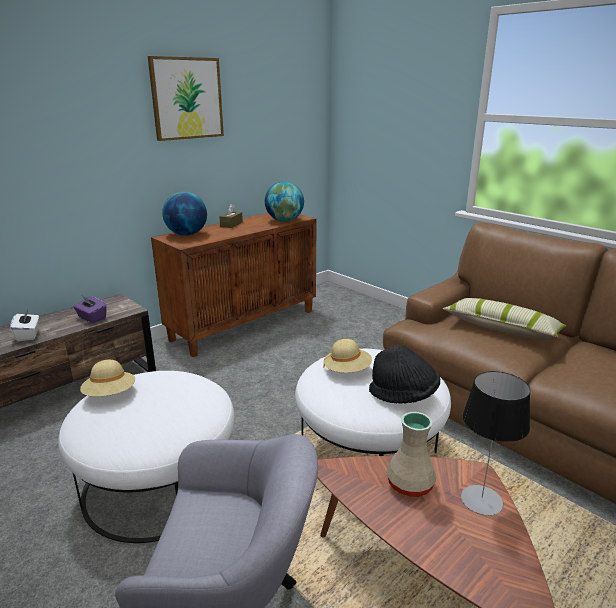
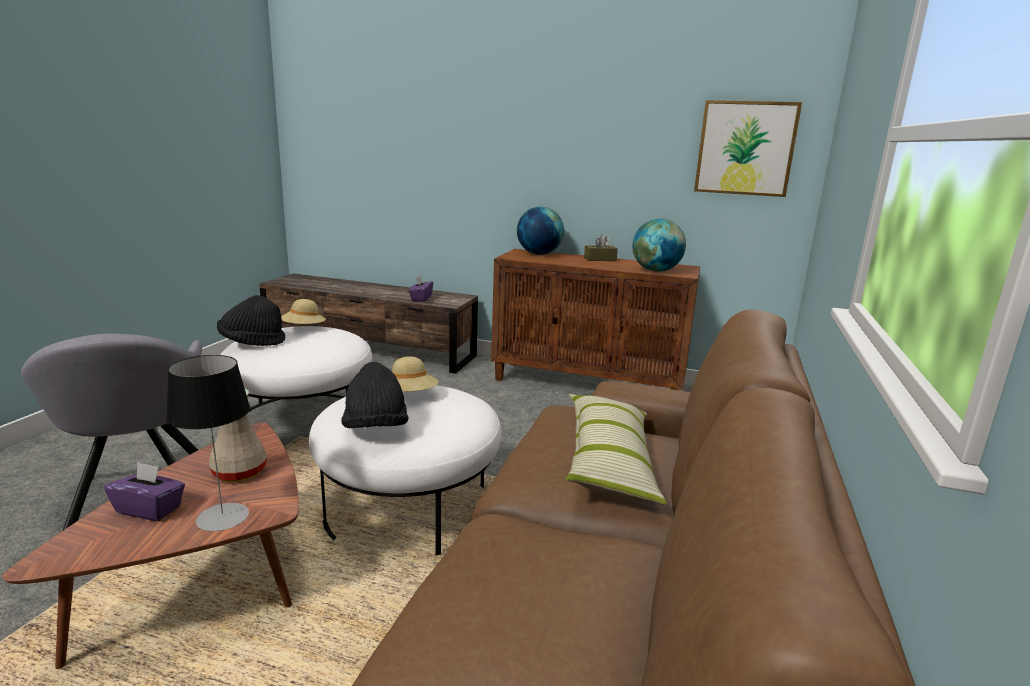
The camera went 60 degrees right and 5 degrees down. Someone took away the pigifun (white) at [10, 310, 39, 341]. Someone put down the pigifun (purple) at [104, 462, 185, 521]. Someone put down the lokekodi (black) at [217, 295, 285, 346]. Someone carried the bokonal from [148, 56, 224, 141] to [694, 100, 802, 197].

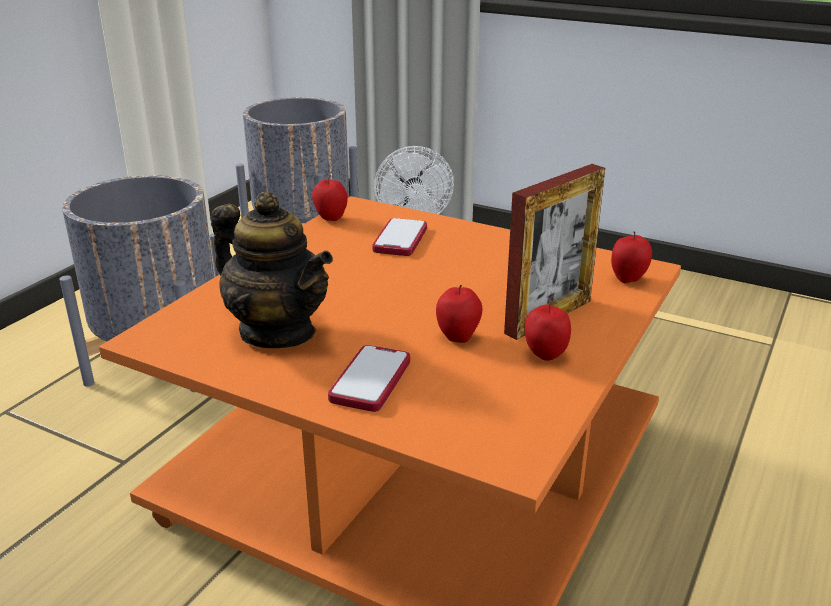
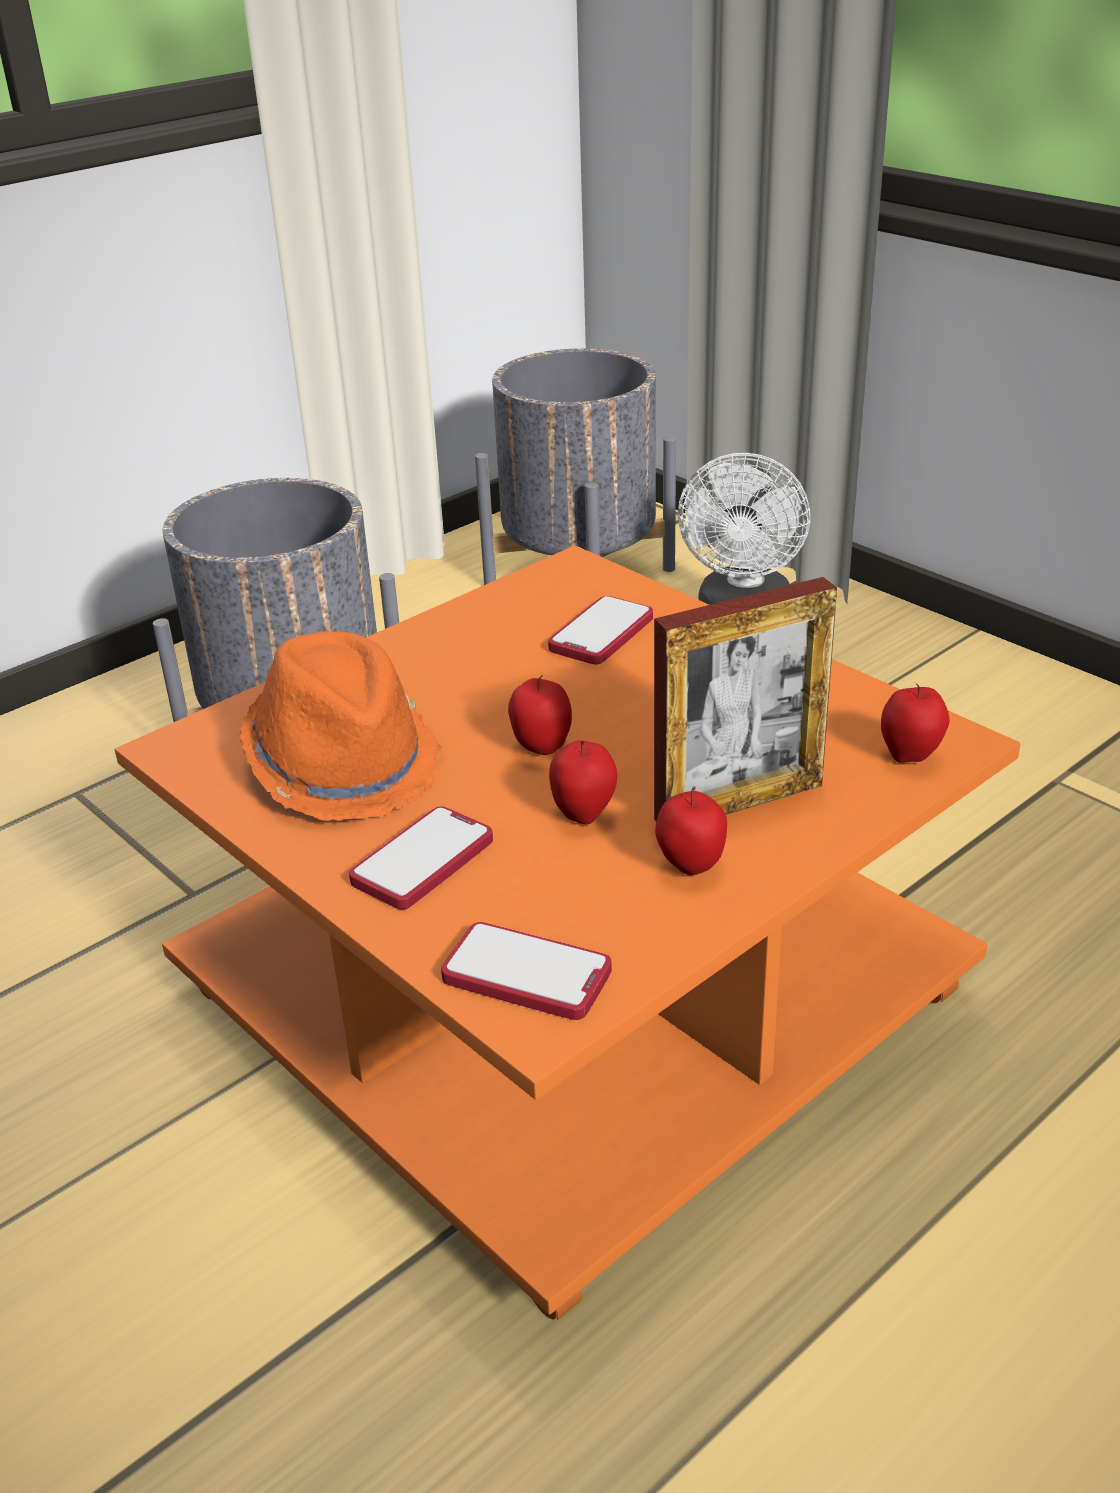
The camera went 20 degrees right and 5 degrees up. Someone put down the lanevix at [441, 922, 612, 1020]. Someone carried the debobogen from [312, 175, 348, 221] to [508, 675, 572, 755]. Someone swapped the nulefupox at [211, 191, 333, 348] for the lokekodi (orange) at [240, 631, 442, 821].

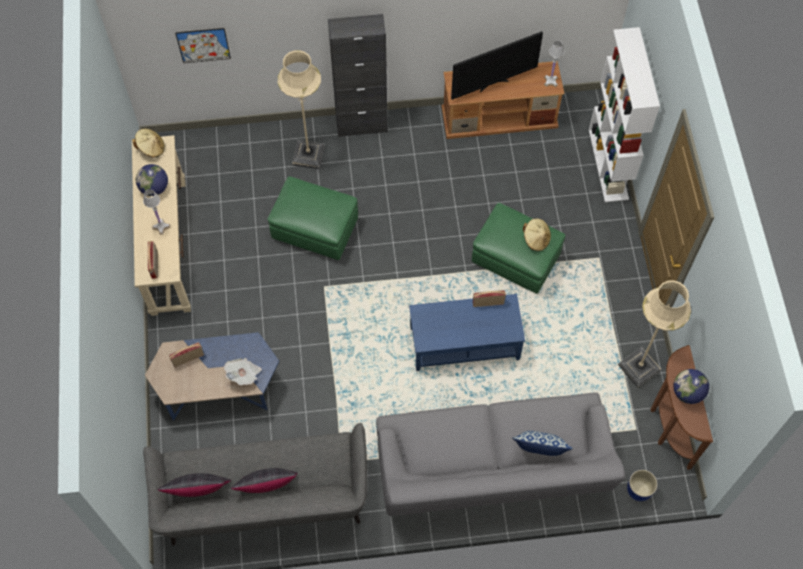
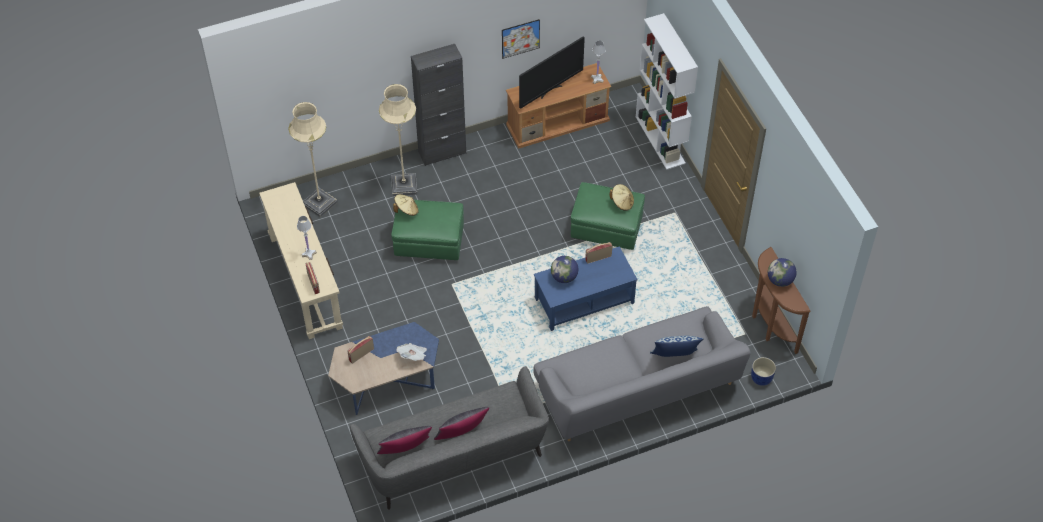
The camera went 15 degrees left and 10 degrees down. Someone carried the lokekodi (beige) from [132, 129, 165, 158] to [393, 194, 419, 216]. Someone carried the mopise from [136, 164, 168, 196] to [551, 256, 578, 283]. Someone carried the bokonal from [175, 28, 231, 63] to [502, 19, 540, 59]. Someone carried the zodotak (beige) from [618, 280, 691, 388] to [288, 102, 337, 217].

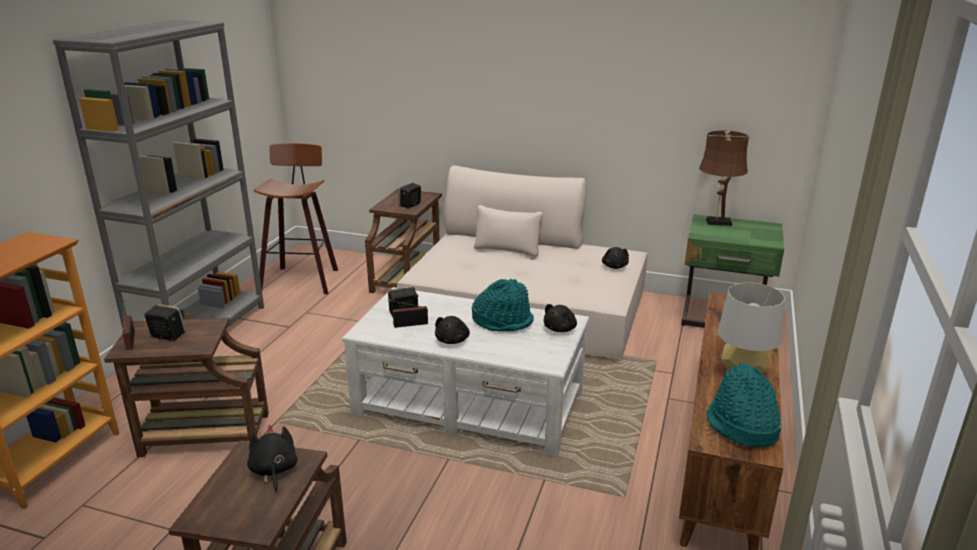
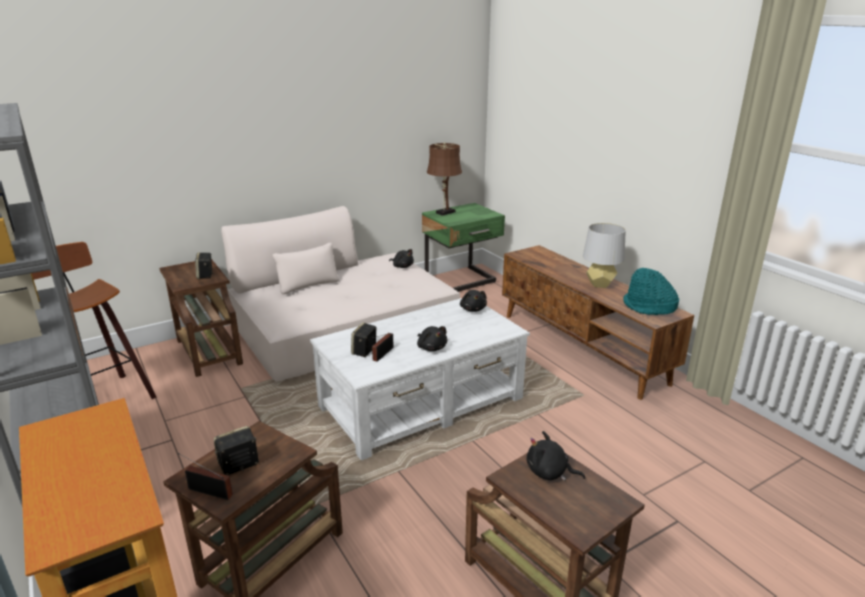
The camera went 50 degrees left and 0 degrees up. Someone took away the lokekodi (turquoise) at [472, 279, 534, 332].

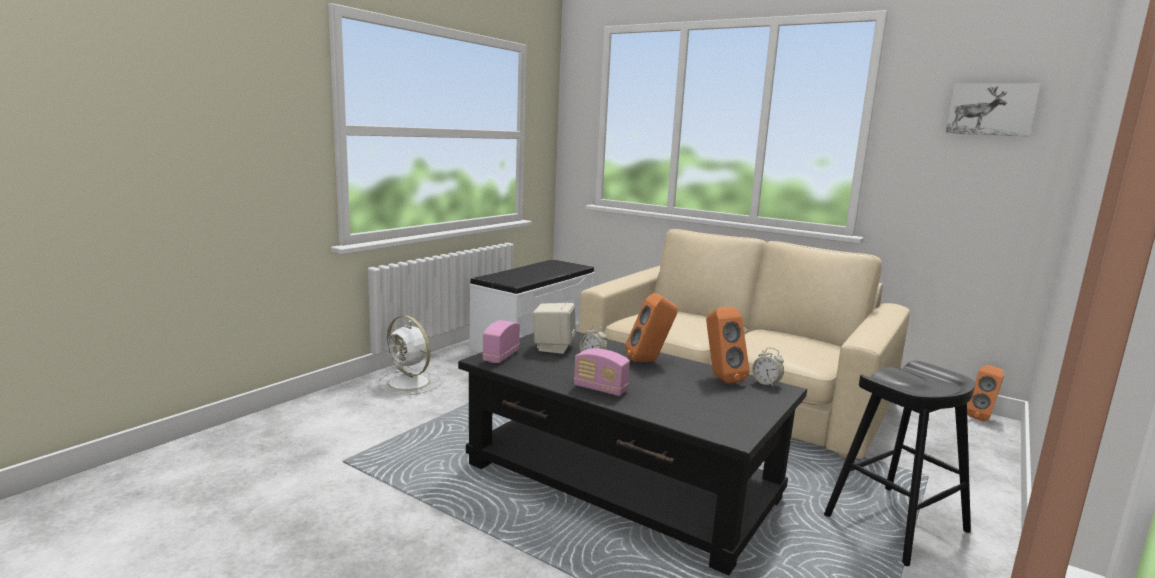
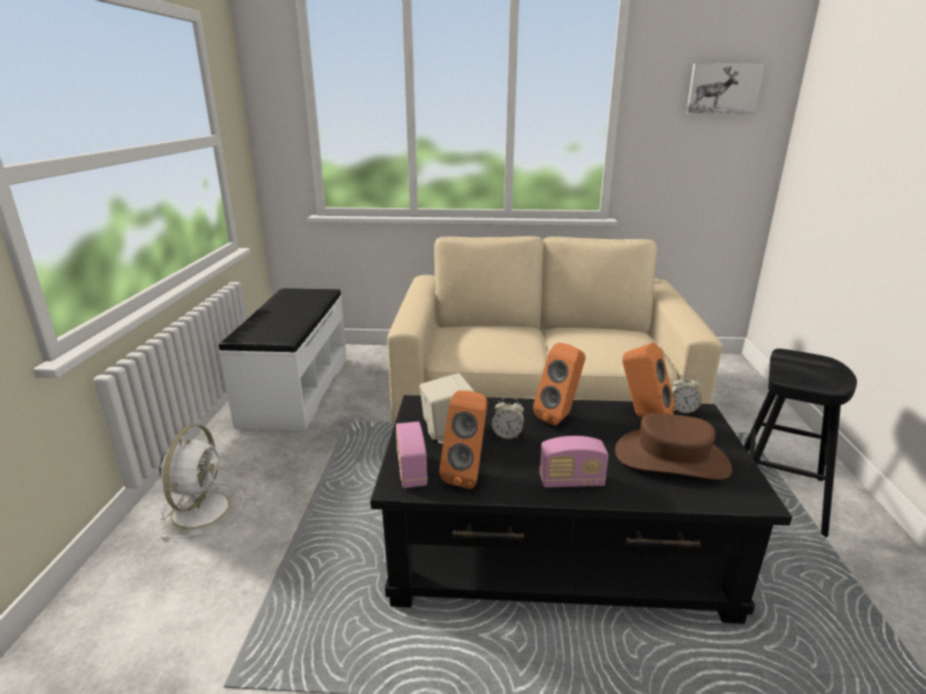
The camera went 30 degrees left and 10 degrees up. Someone put down the lokekodi (brown) at [615, 413, 732, 480]. Someone carried the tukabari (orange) from [967, 365, 1004, 421] to [439, 390, 488, 489]. Someone rotated the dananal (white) at [377, 315, 442, 395] by 90 degrees counterclockwise.

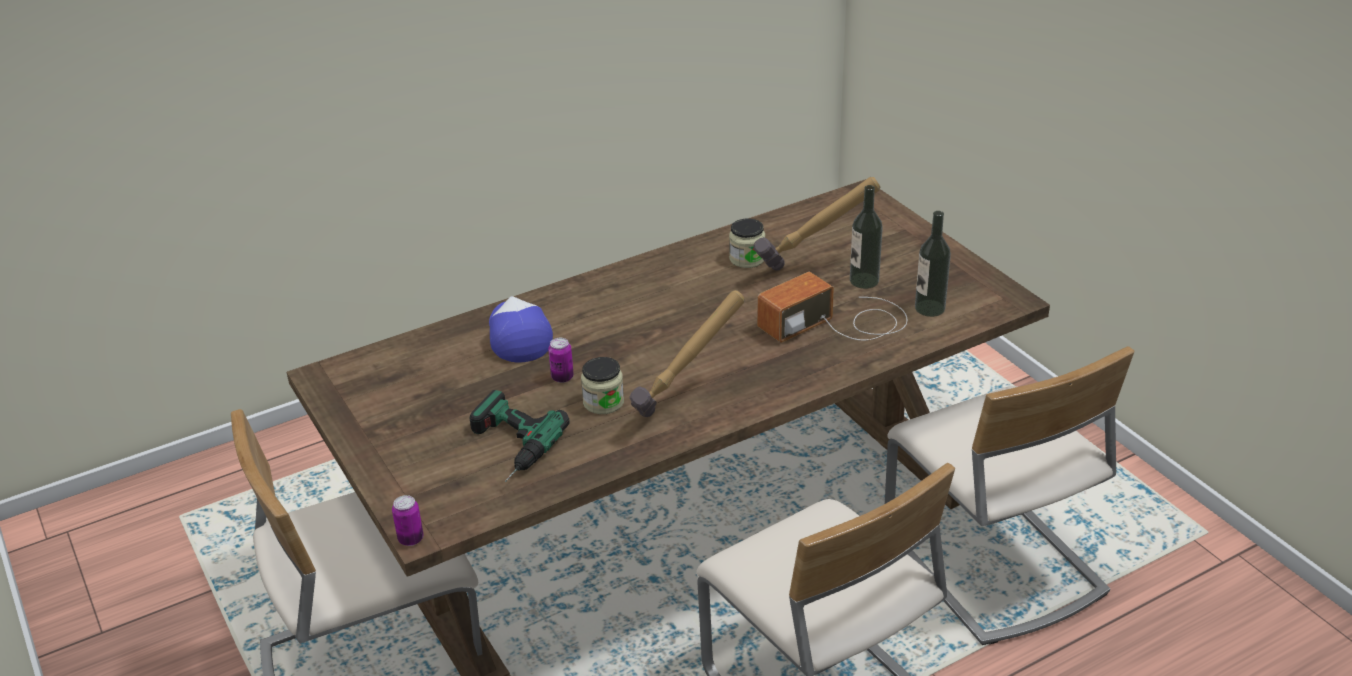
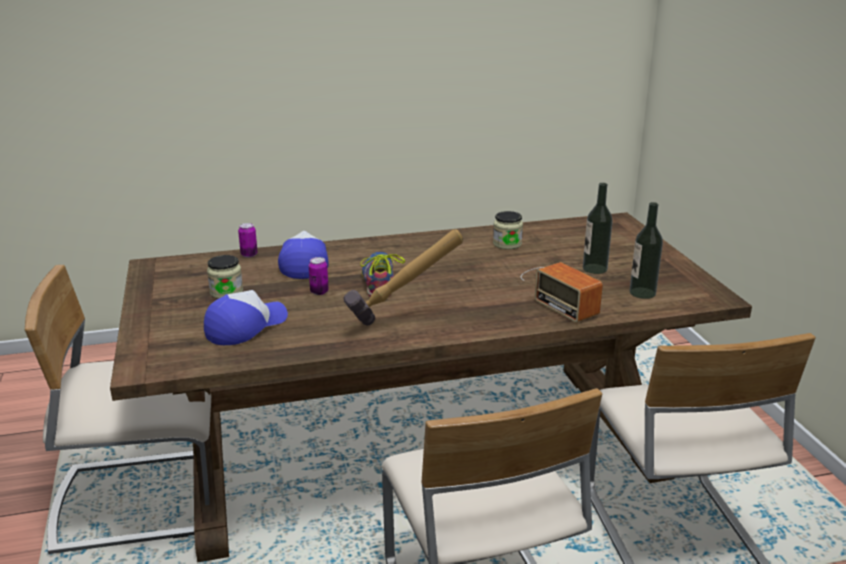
The camera went 15 degrees right and 10 degrees down. Someone took away the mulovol at [753, 177, 880, 271]. Someone put down the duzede at [360, 252, 405, 297]. Someone carried the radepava from [392, 495, 423, 546] to [238, 223, 258, 258]. Someone carried the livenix from [581, 357, 624, 414] to [207, 255, 243, 299]. Someone swapped the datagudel at [469, 390, 570, 482] for the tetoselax at [204, 290, 288, 345]. Someone rotated the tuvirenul at [757, 272, 907, 343] by 105 degrees counterclockwise.

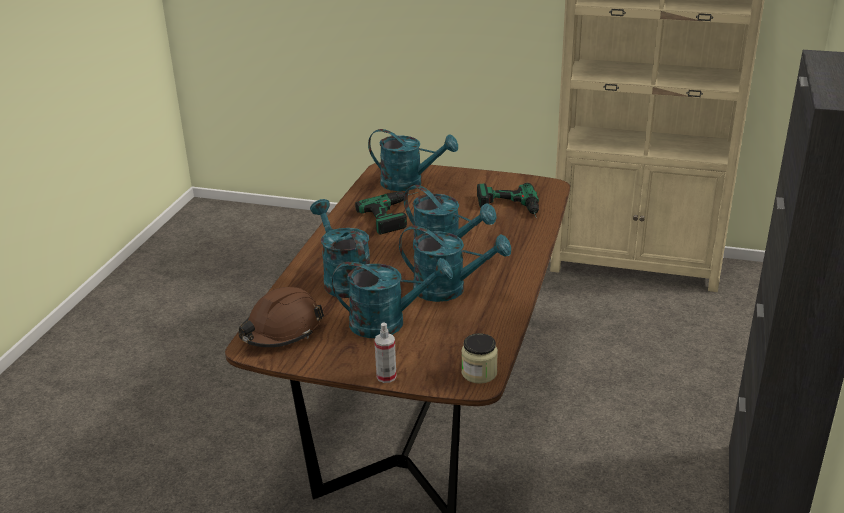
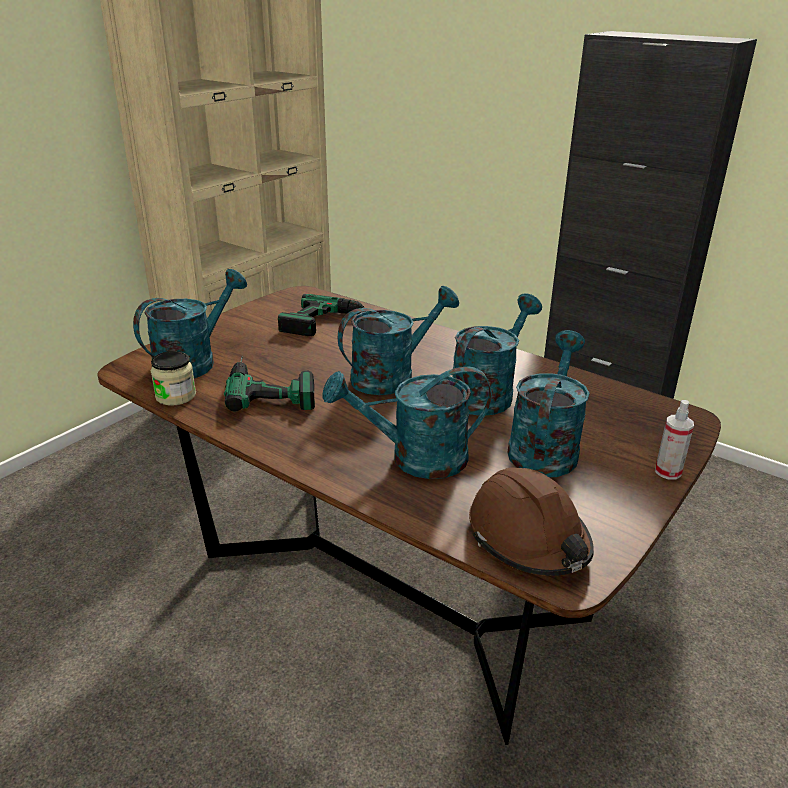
The camera went 70 degrees left and 0 degrees up. Someone carried the livenix from [461, 333, 498, 384] to [151, 351, 196, 406].

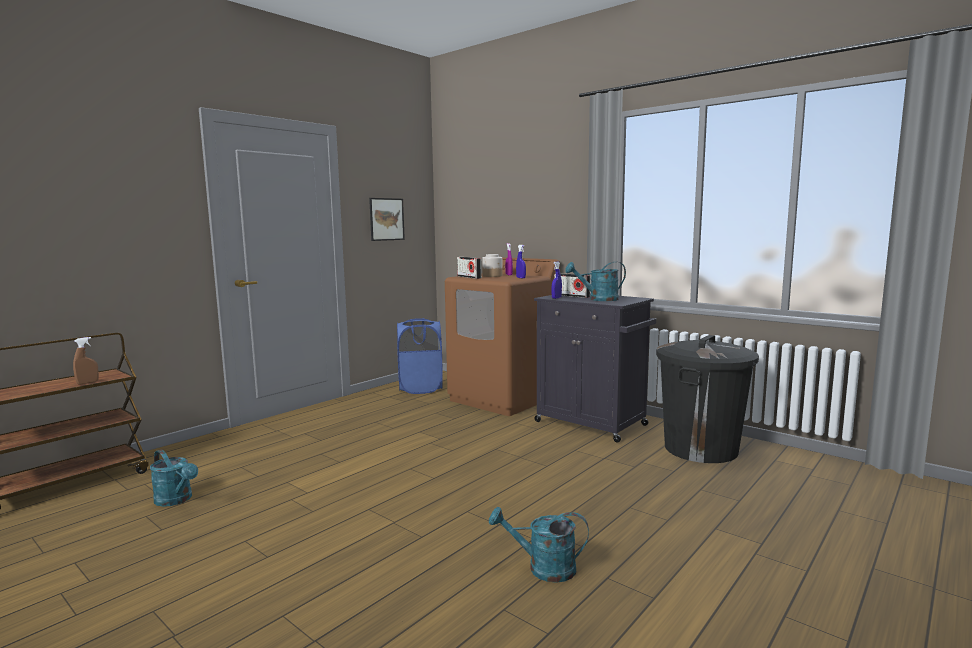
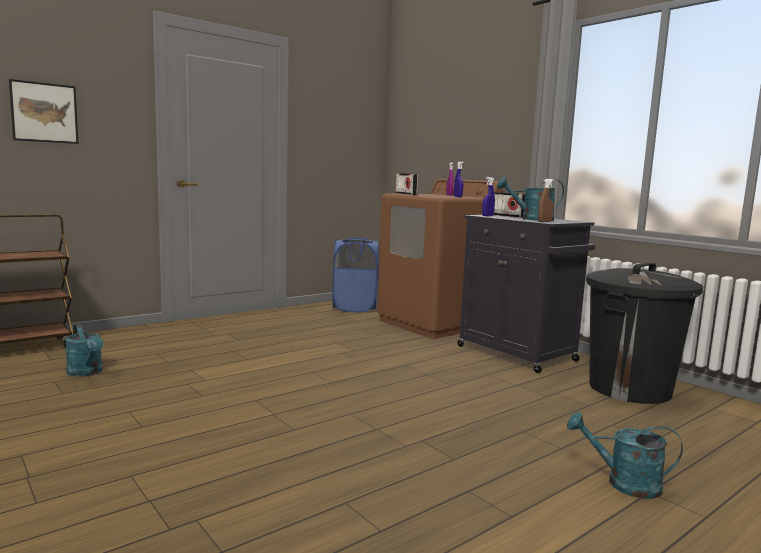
The camera went 10 degrees right and 0 degrees up. Someone took away the livenix at [482, 254, 502, 277]. Someone carried the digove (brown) from [73, 337, 99, 384] to [538, 179, 554, 222]. Someone carried the bokonal from [369, 198, 405, 241] to [9, 79, 79, 144]. Someone carried the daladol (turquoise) from [489, 507, 589, 583] to [567, 412, 683, 499].

